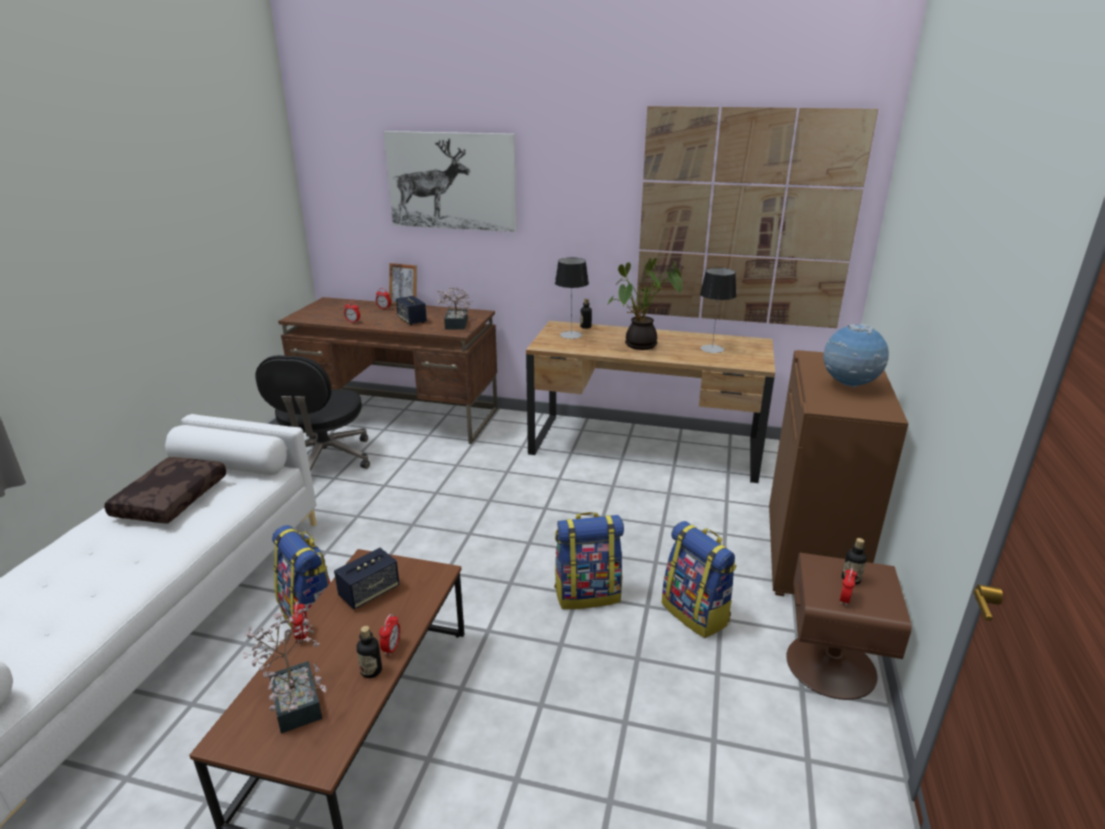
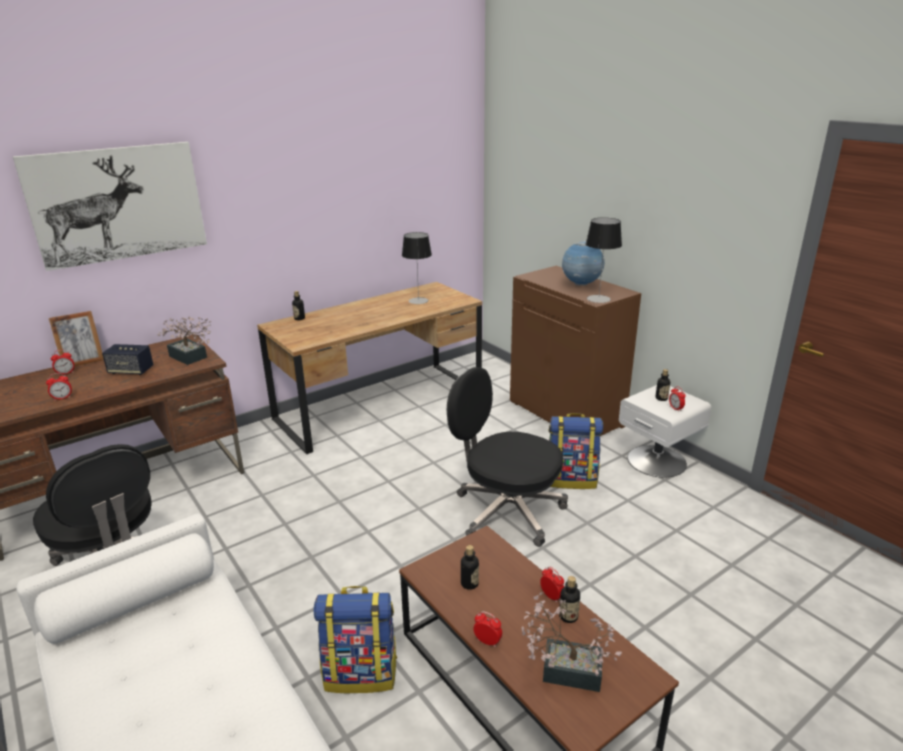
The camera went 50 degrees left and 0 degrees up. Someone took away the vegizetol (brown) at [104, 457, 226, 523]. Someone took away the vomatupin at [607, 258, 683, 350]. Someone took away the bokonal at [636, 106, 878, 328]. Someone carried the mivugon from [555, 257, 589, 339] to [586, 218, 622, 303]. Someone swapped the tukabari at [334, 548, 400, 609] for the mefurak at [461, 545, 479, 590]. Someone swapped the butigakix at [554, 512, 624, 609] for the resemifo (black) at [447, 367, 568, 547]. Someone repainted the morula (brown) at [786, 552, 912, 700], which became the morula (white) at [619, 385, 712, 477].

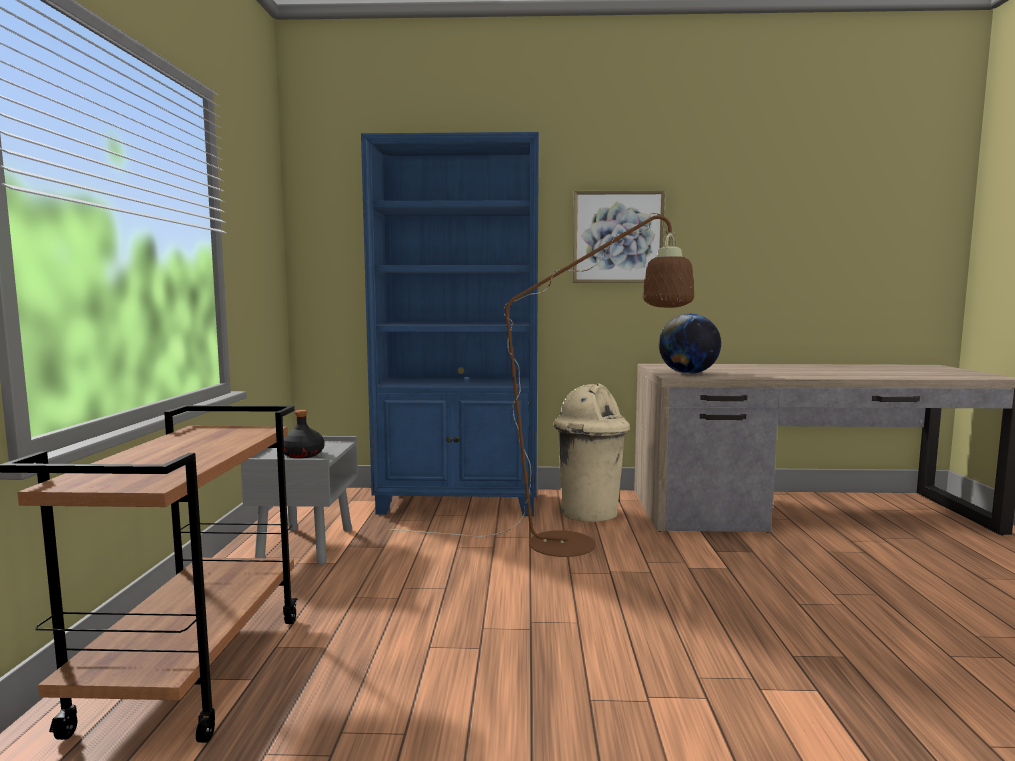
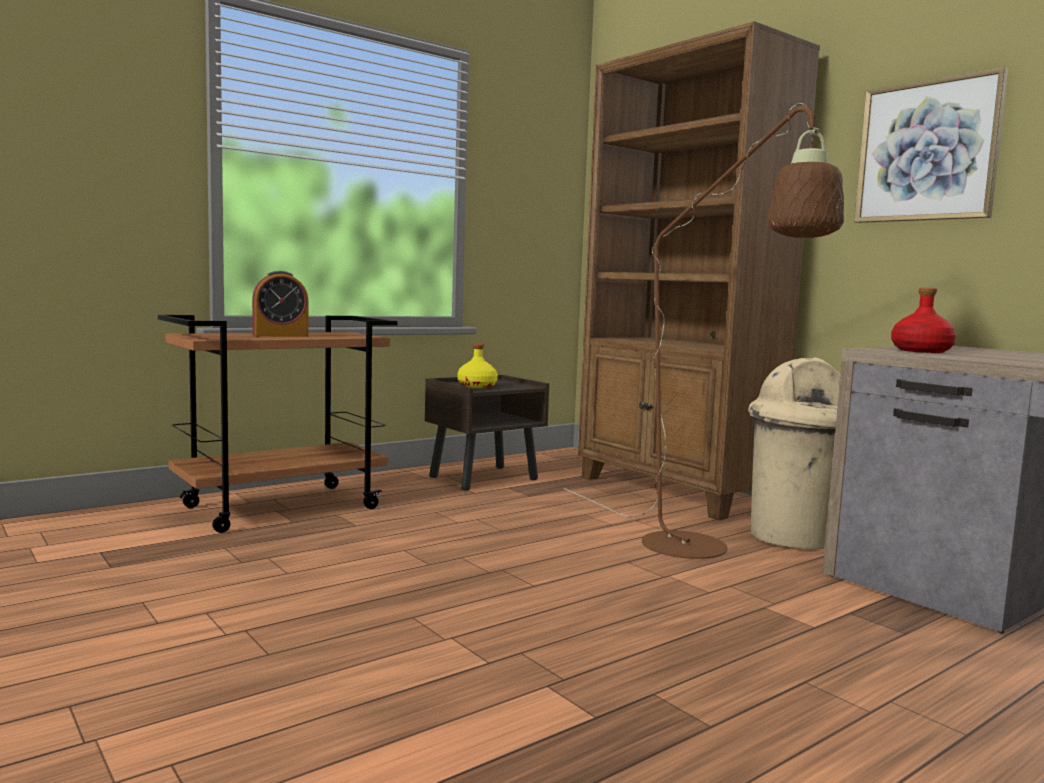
The camera went 50 degrees right and 0 degrees up. Someone put down the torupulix at [252, 271, 309, 337]. Someone swapped the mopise at [659, 313, 721, 374] for the mefurak (red) at [891, 288, 957, 353]. Someone repainted the morula (grey) at [241, 436, 358, 565], which became the morula (brown) at [425, 375, 549, 491]. Someone repainted the mefurak (black) at [284, 410, 324, 458], which became the mefurak (yellow) at [457, 343, 498, 388]. Someone repainted the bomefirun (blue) at [361, 132, 539, 516], which became the bomefirun (brown) at [578, 21, 820, 520].

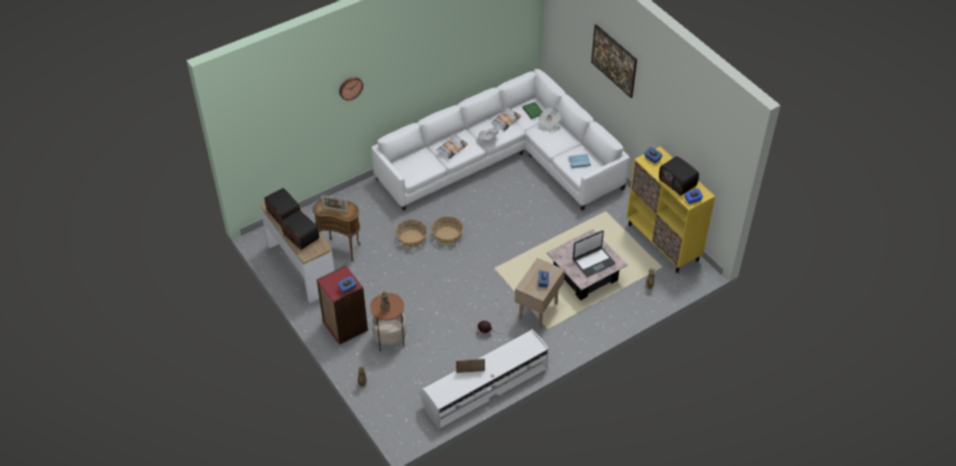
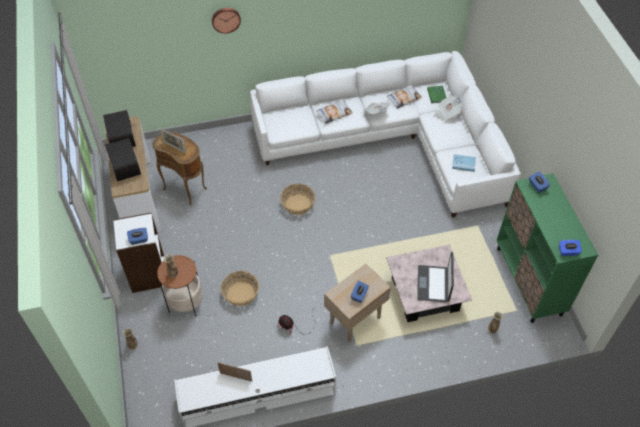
The camera went 20 degrees right and 5 degrees up. Someone took away the bokonal at [591, 24, 637, 98]. Someone took away the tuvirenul at [659, 156, 699, 196]. Someone carried the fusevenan from [395, 219, 427, 248] to [221, 271, 259, 306]. Someone repainted the bomefirun (red) at [316, 265, 368, 345], which became the bomefirun (white) at [113, 213, 164, 293]. Someone repainted the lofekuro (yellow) at [627, 146, 715, 273], which became the lofekuro (green) at [497, 173, 598, 323]. Someone rotated the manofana at [573, 230, 615, 277] by 105 degrees clockwise.

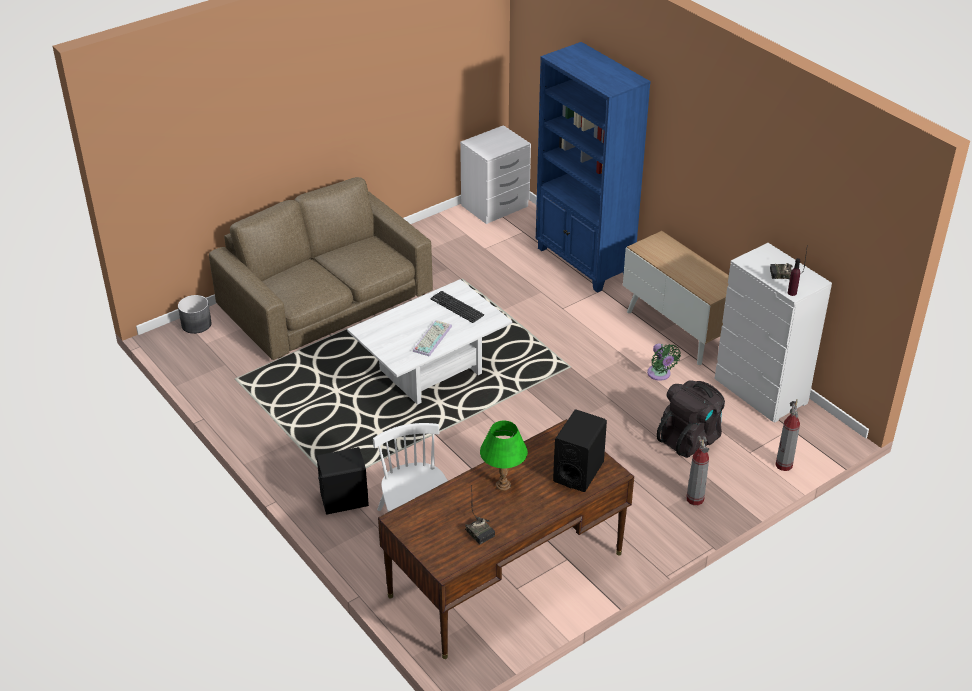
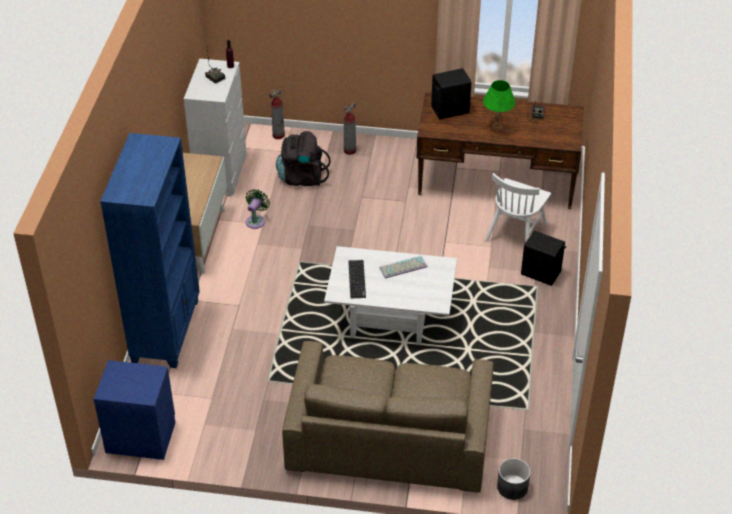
The camera went 135 degrees left and 5 degrees up. Someone repainted the morula (white) at [460, 125, 531, 224], which became the morula (blue) at [94, 360, 176, 460].

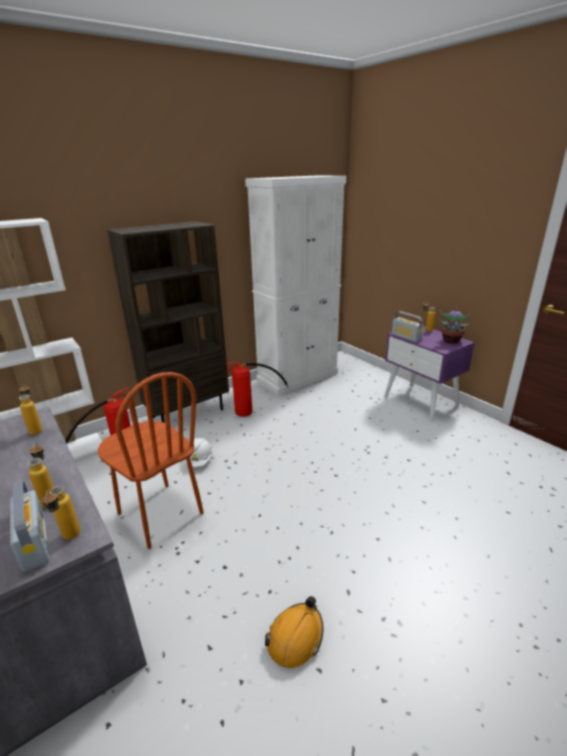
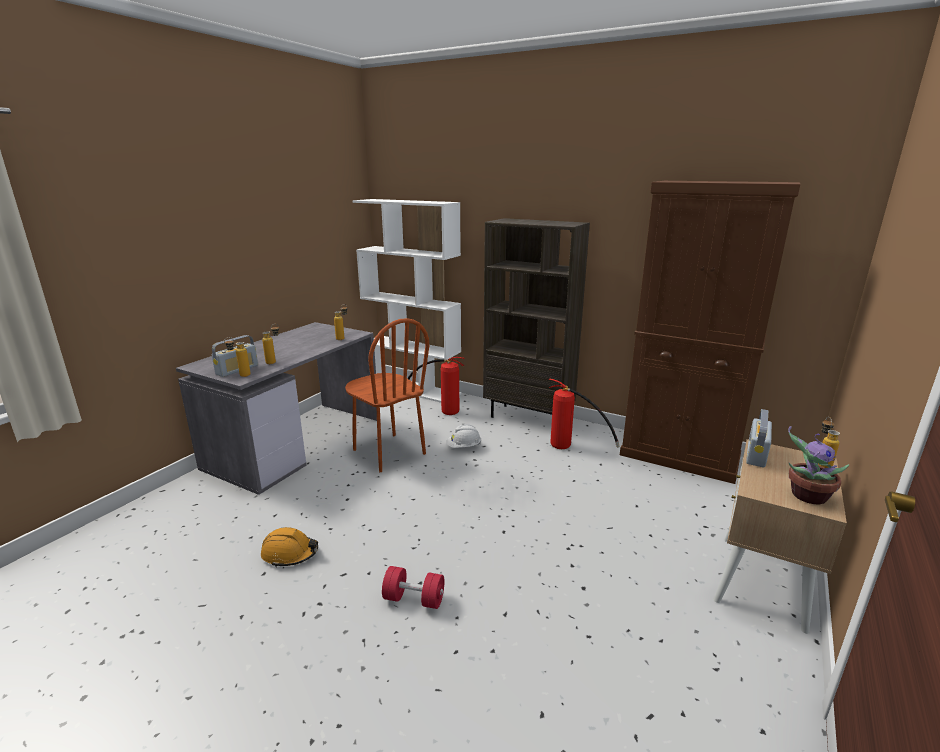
The camera went 65 degrees right and 5 degrees down. Someone put down the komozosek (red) at [382, 566, 444, 609]. Someone repainted the lofekuro (white) at [245, 176, 346, 396], which became the lofekuro (brown) at [620, 181, 801, 484]. Someone repainted the morula (purple) at [384, 326, 475, 421], which became the morula (beige) at [713, 439, 847, 634]. Someone rotated the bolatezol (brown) at [98, 372, 204, 549] by 60 degrees counterclockwise.

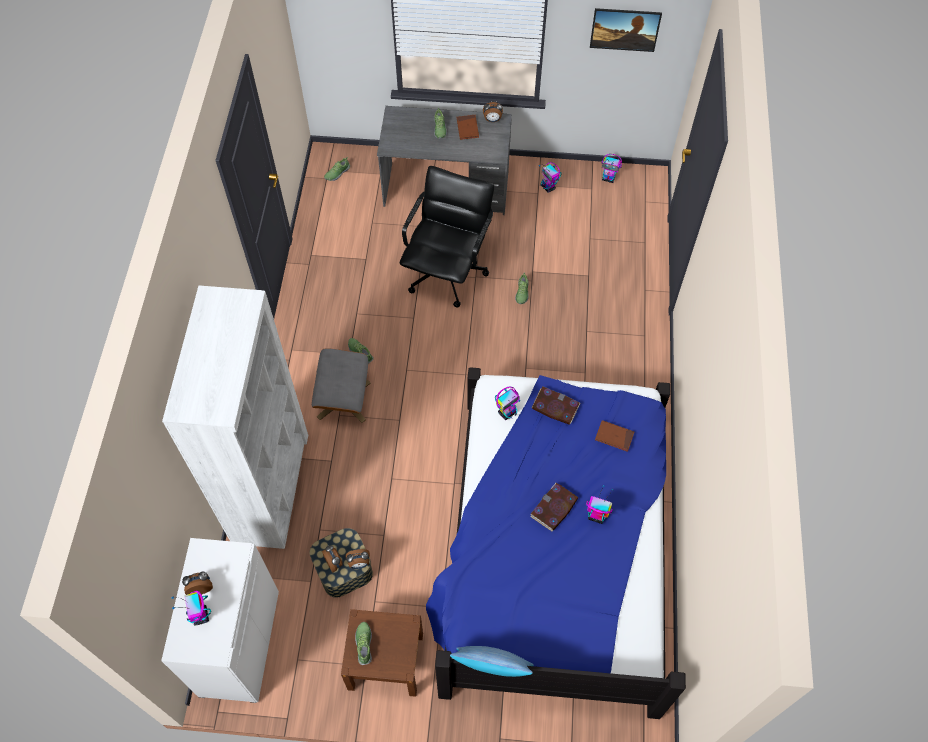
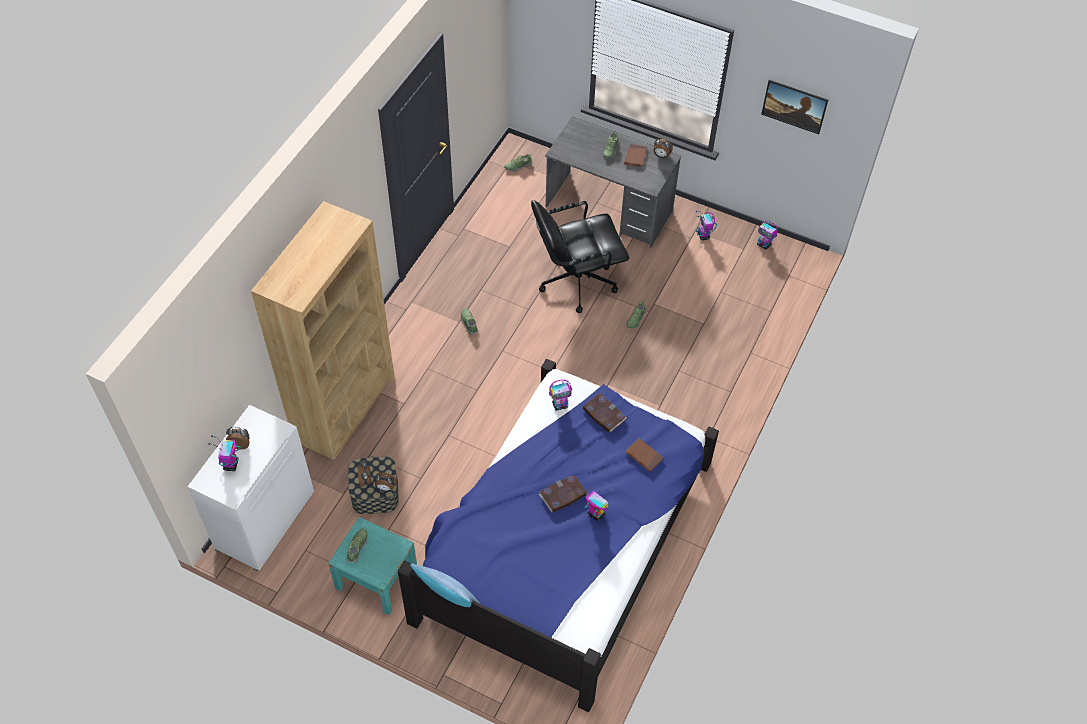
The camera went 20 degrees right and 5 degrees down. Someone took away the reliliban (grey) at [312, 348, 371, 423]. Someone repainted the bomefirun (white) at [162, 286, 308, 549], which became the bomefirun (brown) at [251, 201, 394, 460]. Someone repainted the morula (brown) at [341, 609, 423, 697], which became the morula (turquoise) at [328, 517, 417, 615]. Someone rotated the resemifo (black) at [400, 166, 494, 308] by 150 degrees counterclockwise.

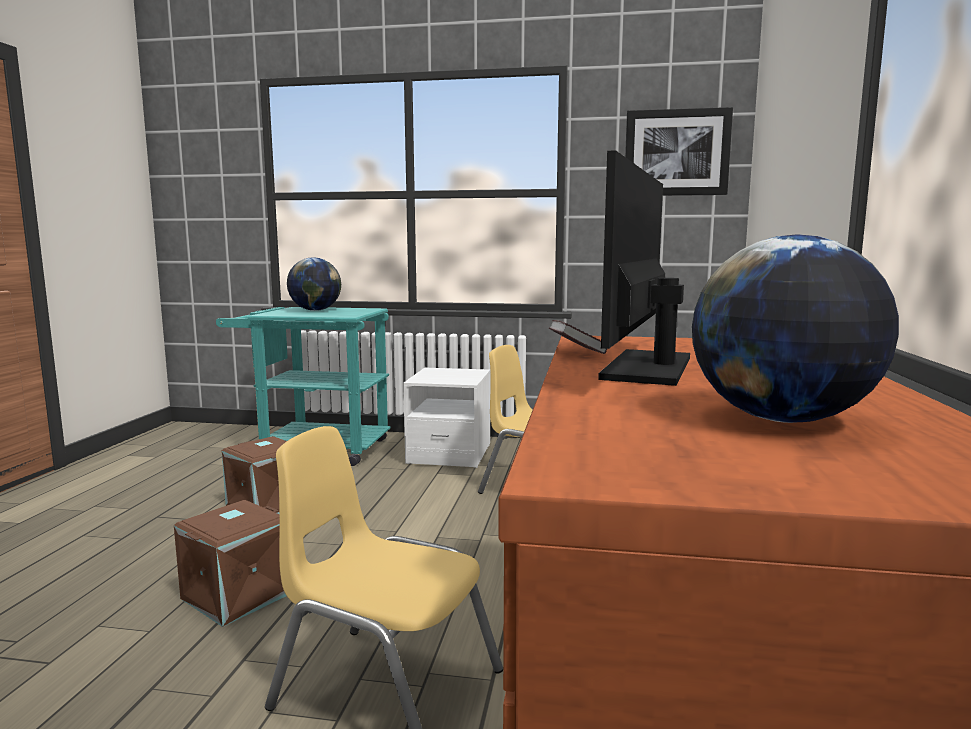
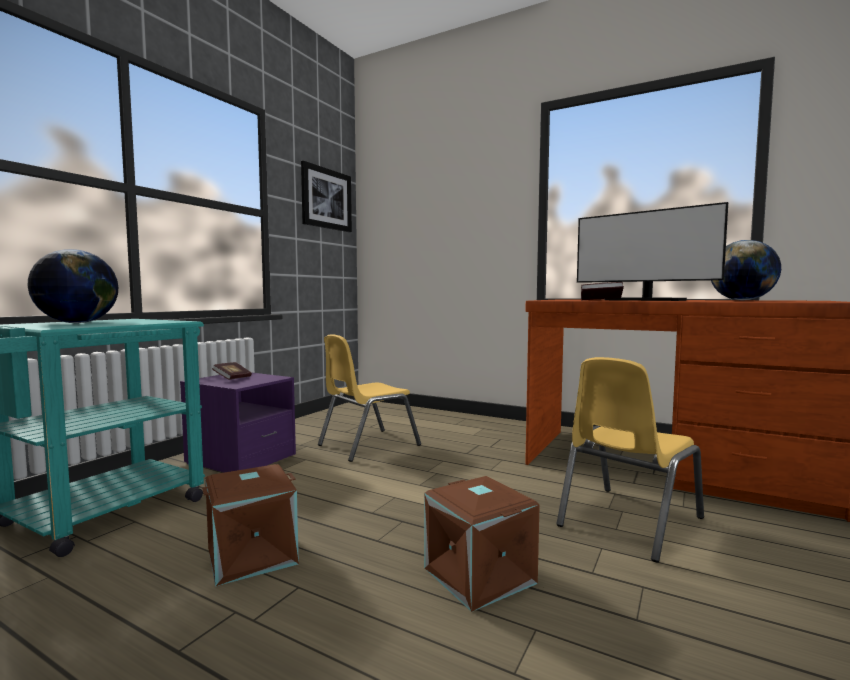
The camera went 70 degrees left and 5 degrees down. Someone put down the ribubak at [212, 362, 252, 380]. Someone repainted the morula (white) at [403, 368, 490, 468], which became the morula (purple) at [180, 373, 296, 473].

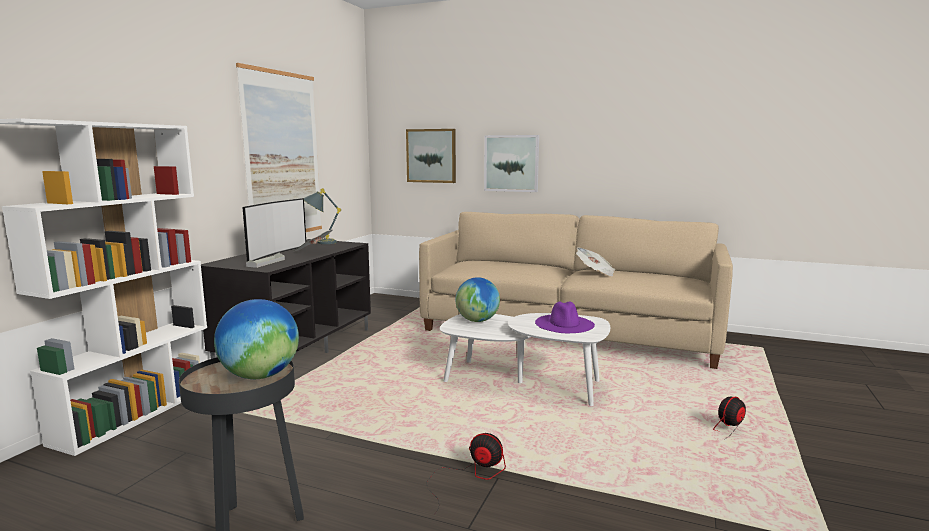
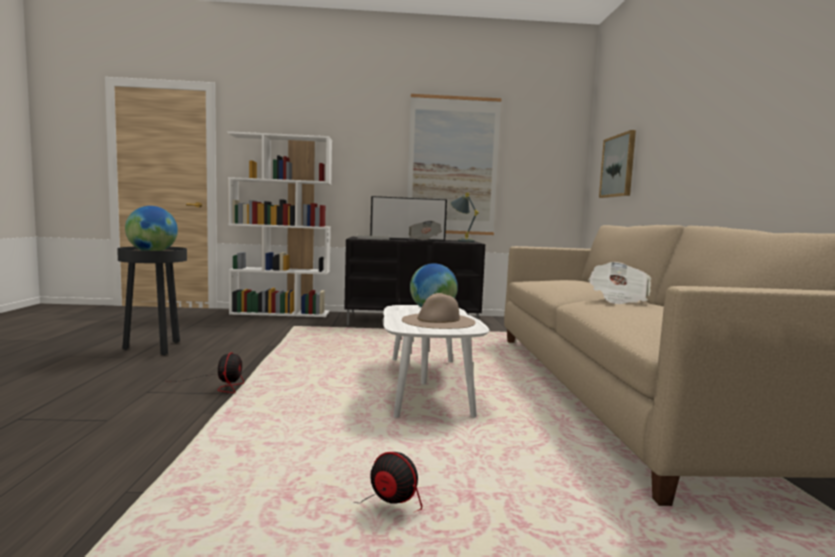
The camera went 65 degrees right and 5 degrees down. Someone took away the bokonal at [484, 135, 539, 192]. Someone repainted the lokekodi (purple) at [535, 302, 595, 333], which became the lokekodi (beige) at [402, 293, 476, 329].

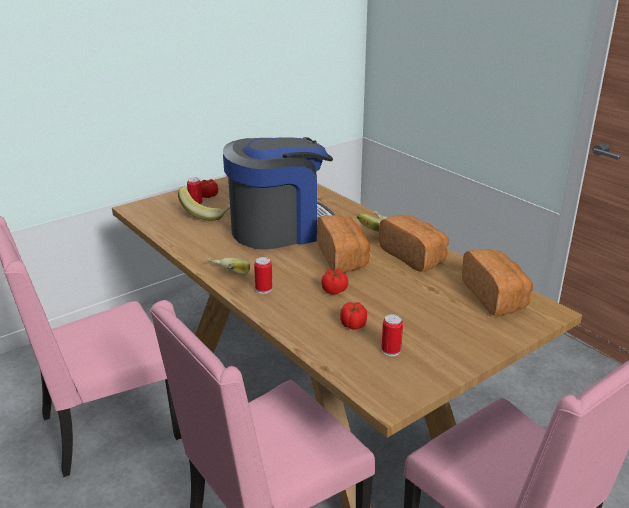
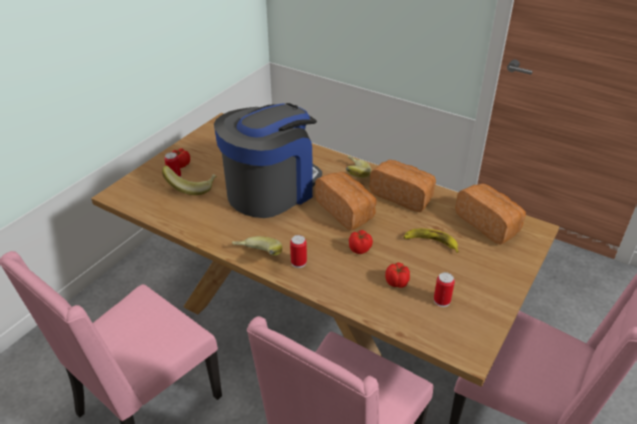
The camera went 20 degrees left and 10 degrees up. Someone put down the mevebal at [404, 228, 459, 253].

